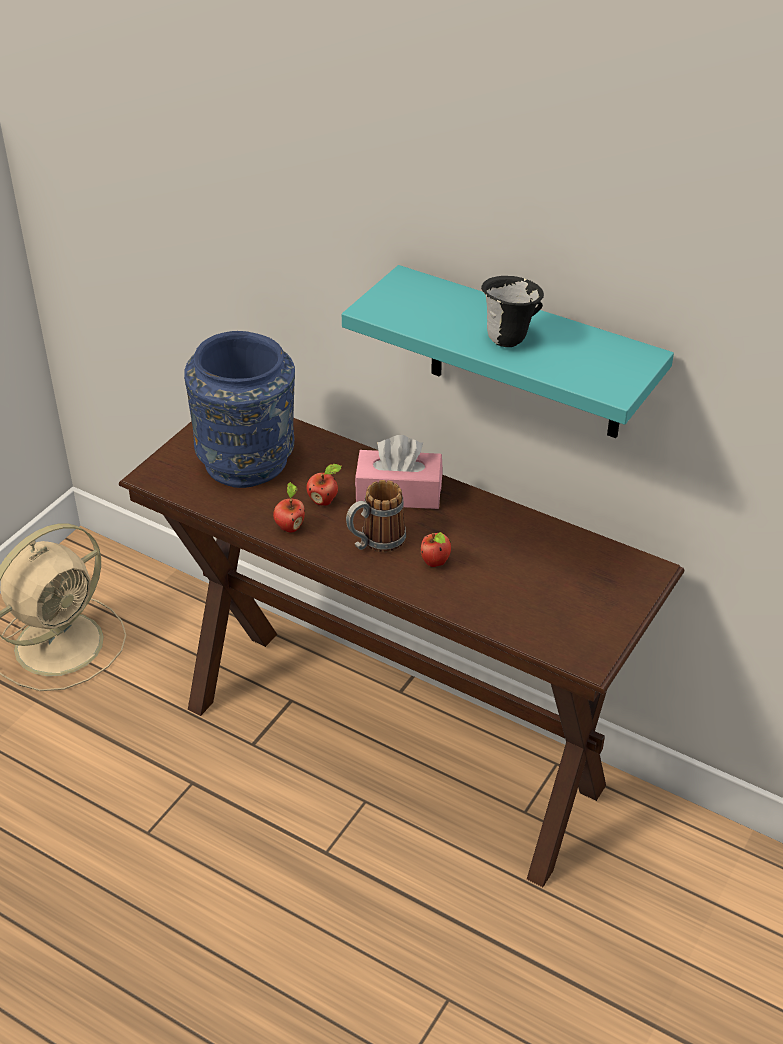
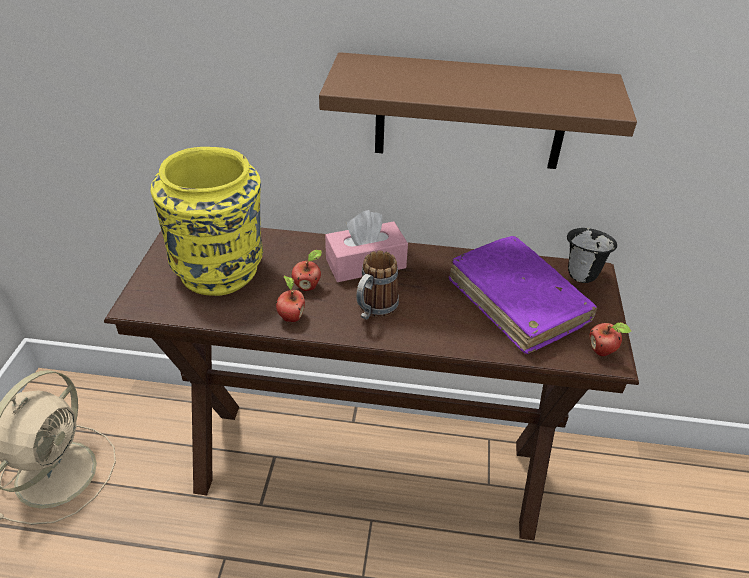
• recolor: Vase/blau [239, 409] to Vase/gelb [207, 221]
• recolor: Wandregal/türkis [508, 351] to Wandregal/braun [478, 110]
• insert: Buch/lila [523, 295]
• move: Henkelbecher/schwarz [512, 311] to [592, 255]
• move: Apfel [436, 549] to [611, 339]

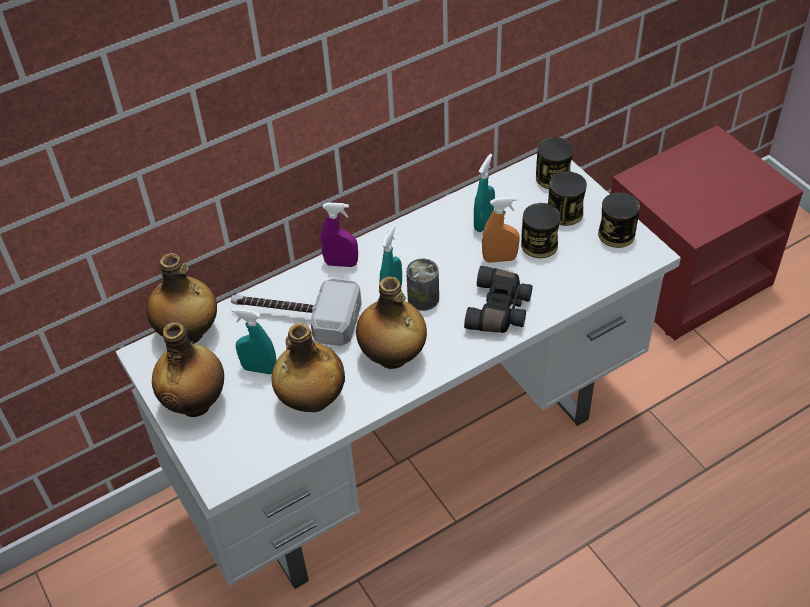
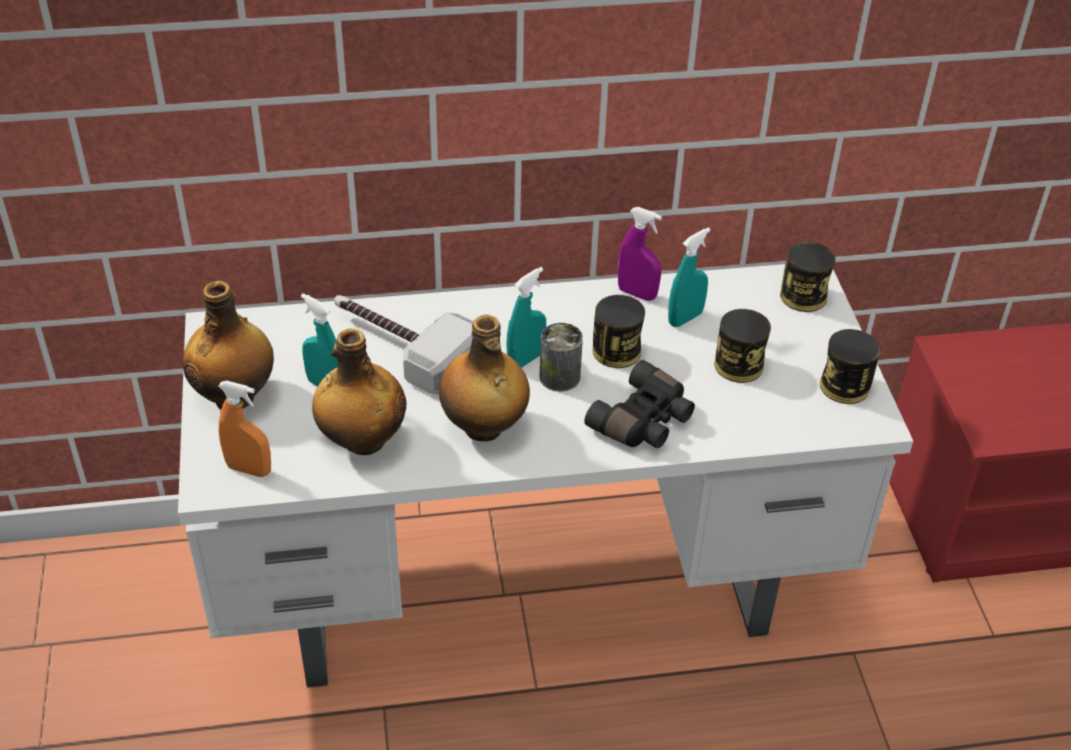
• move: Sprühflasche/orange [501, 230] to [244, 429]
• move: Dose [567, 198] to [619, 331]
• move: Sprühflasche/lila [339, 234] to [640, 254]
• delete: Flasche [181, 298]

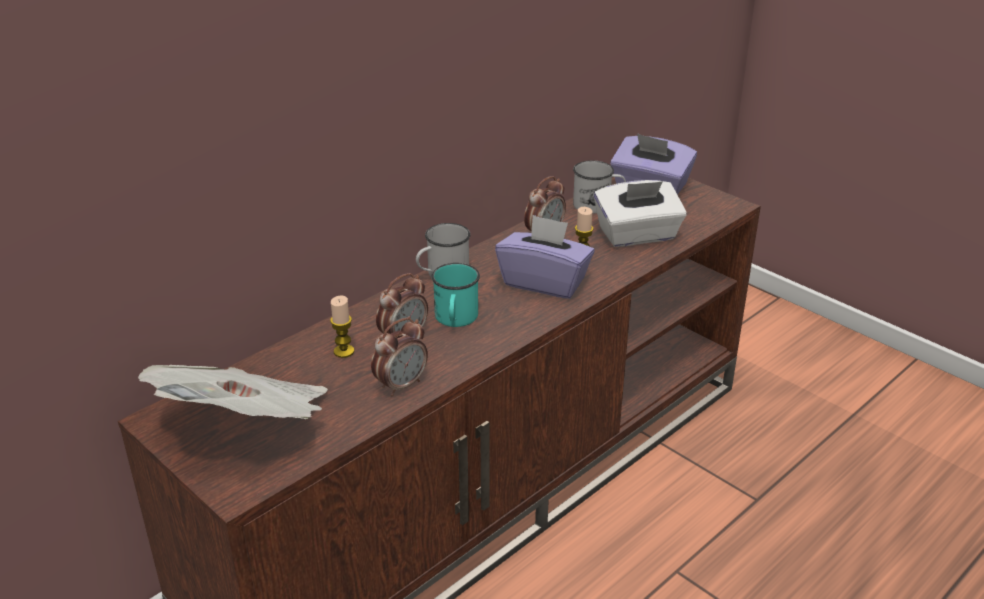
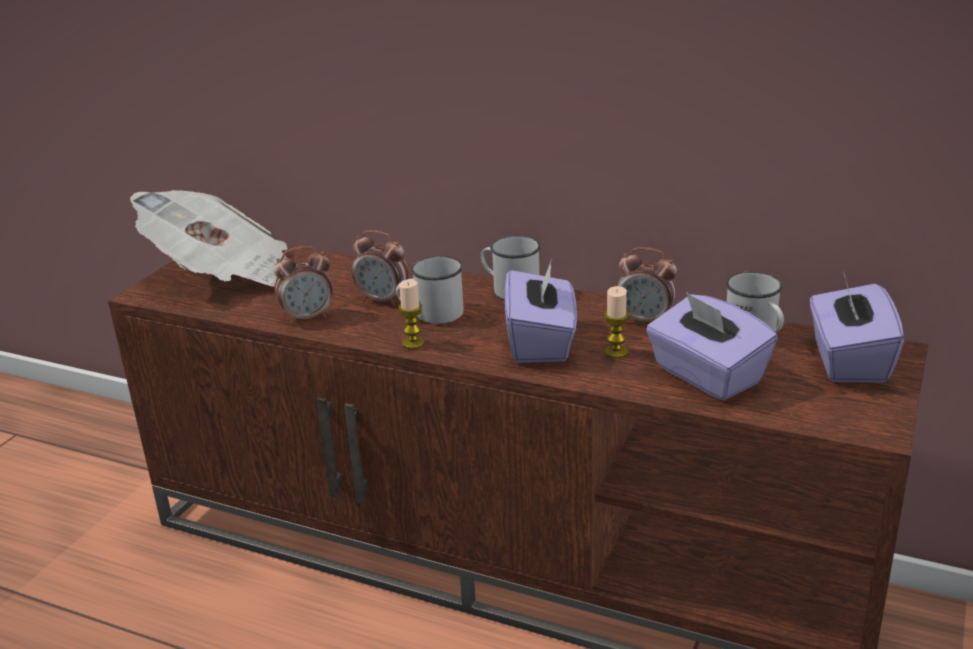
• rotate: Wecker [399, 357] = [303, 285] 45 degrees counterclockwise
• recolor: Henkelbecher/türkis [455, 295] to Henkelbecher/weiß [430, 290]
• move: Kerze [342, 326] to [412, 314]
• recolor: Taschentuchbox/weiß [640, 213] to Taschentuchbox/lila [712, 346]

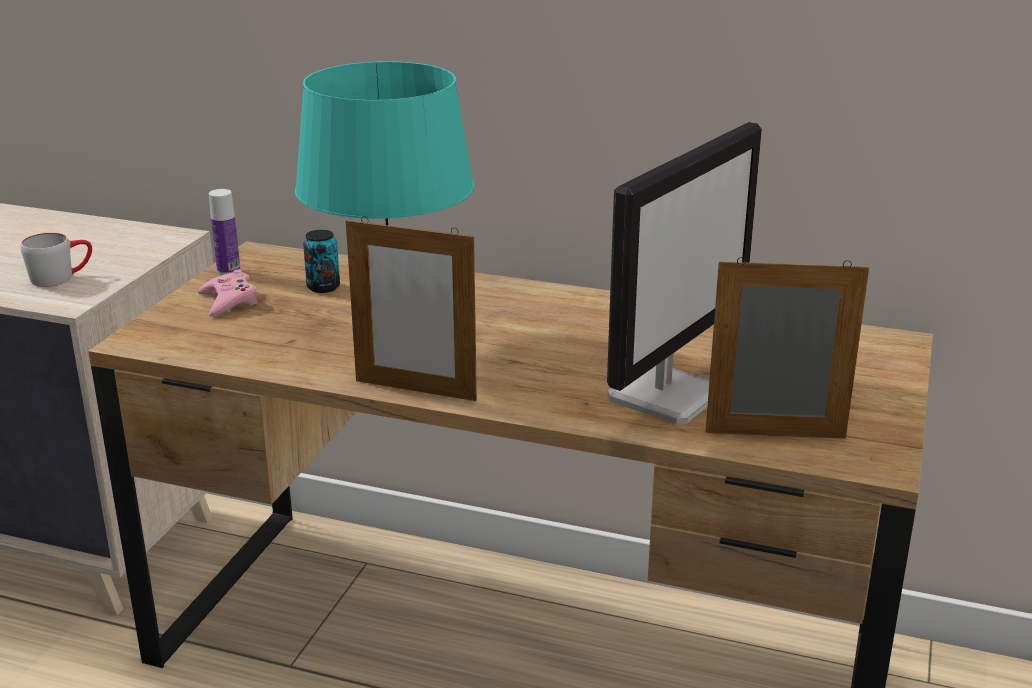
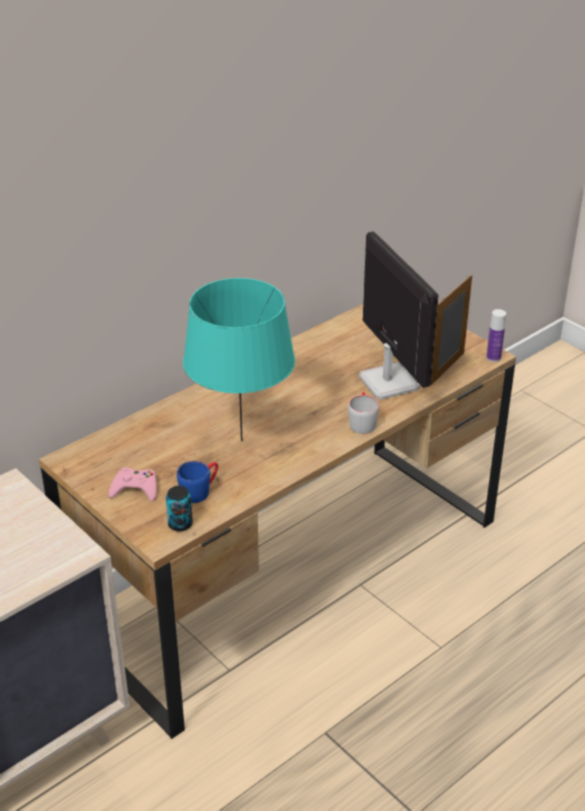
• move: Dose [321, 261] to [179, 509]
• insert: Henkelbecher/blau [197, 482]
• move: Henkelbecher/grau [56, 259] to [363, 413]
• move: Flasche [224, 232] to [496, 335]
• delete: Bilderrahmen [411, 308]

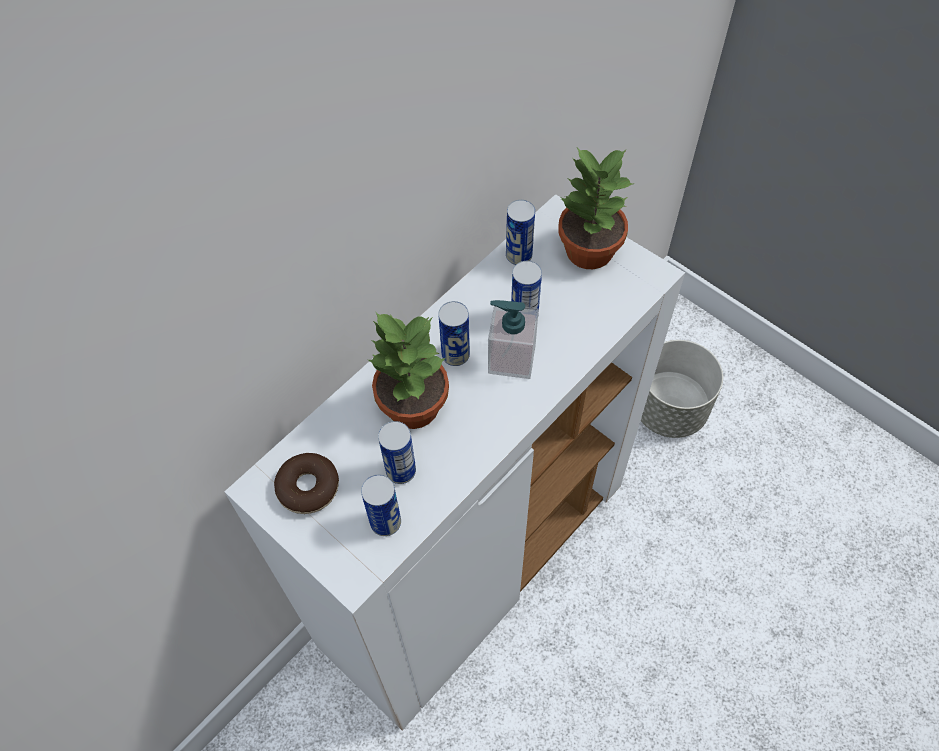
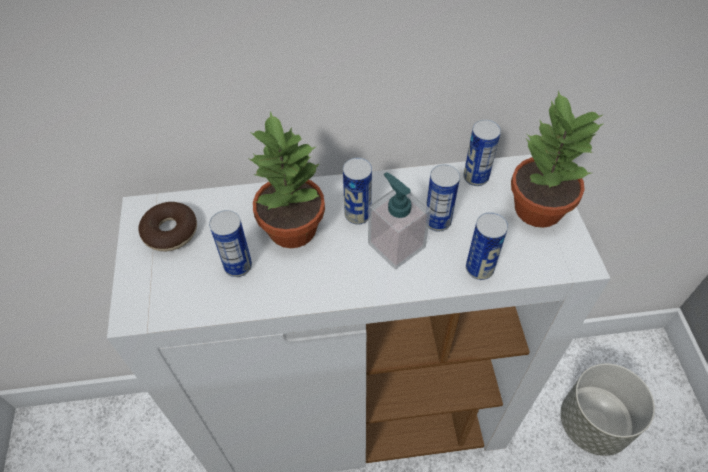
• move: Dose [381, 505] to [487, 246]

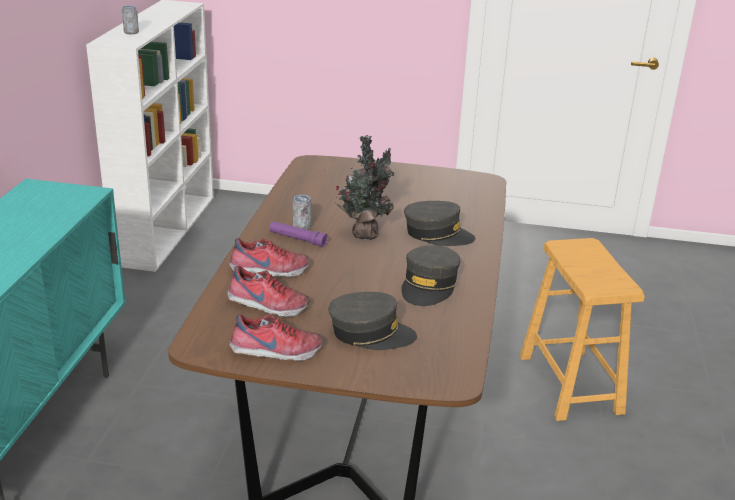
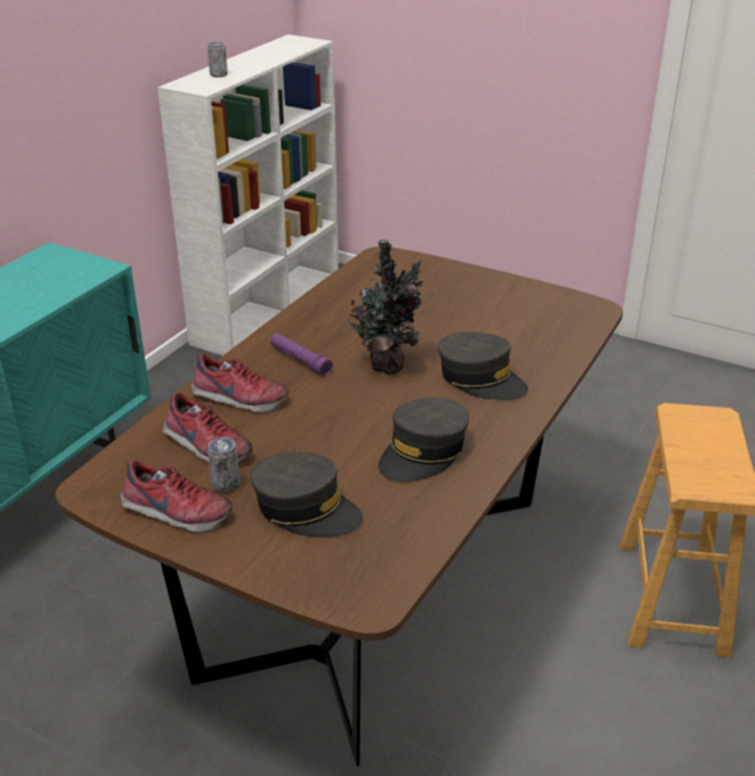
• move: Dose [302, 212] to [224, 465]

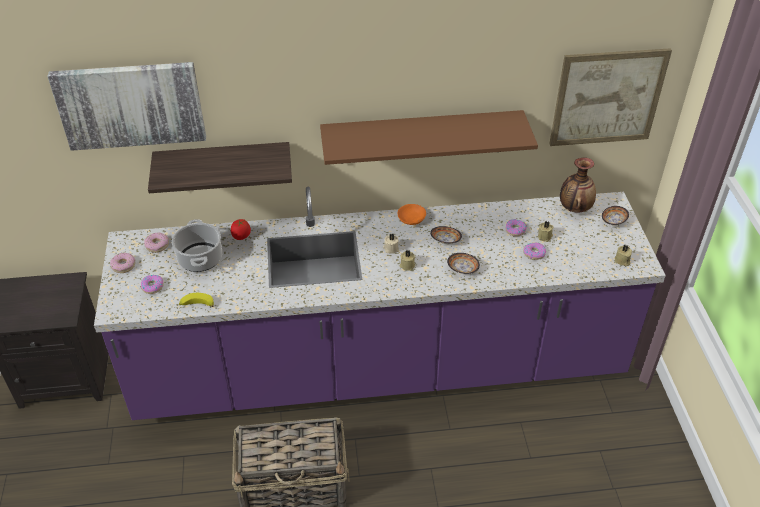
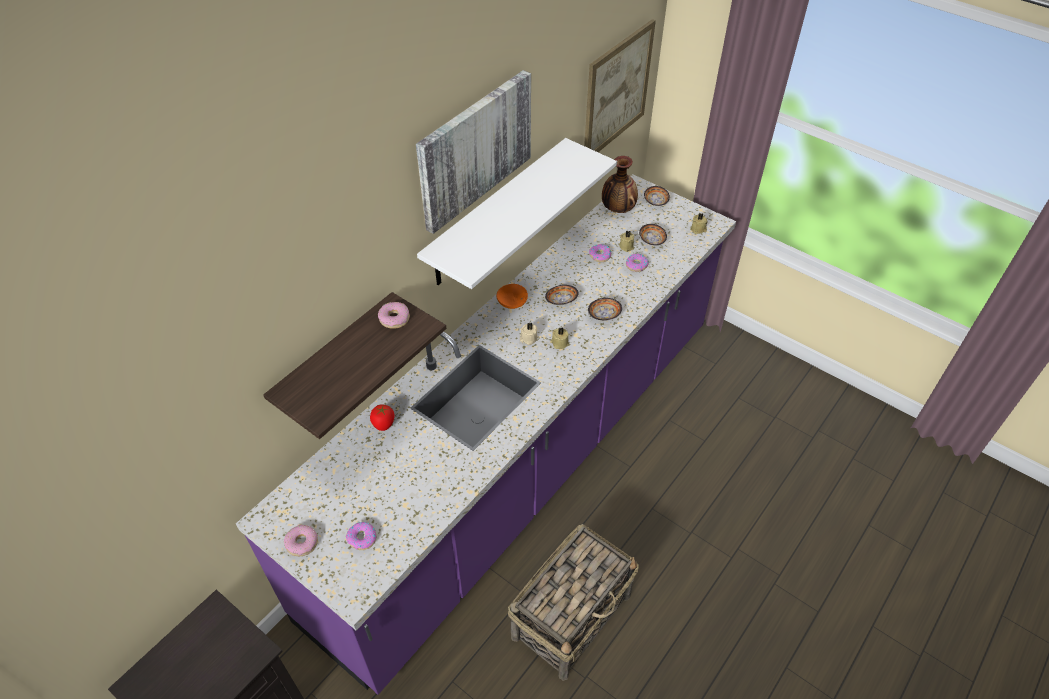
• move: Donut [156, 242] to [394, 315]
• move: Bild [126, 106] to [473, 152]
• recolor: Wandregal/braun [429, 137] to Wandregal/weiß [517, 213]
• insert: Schüssel [653, 234]
• delete: Kochtopf [197, 245]
• delete: Banane [196, 300]

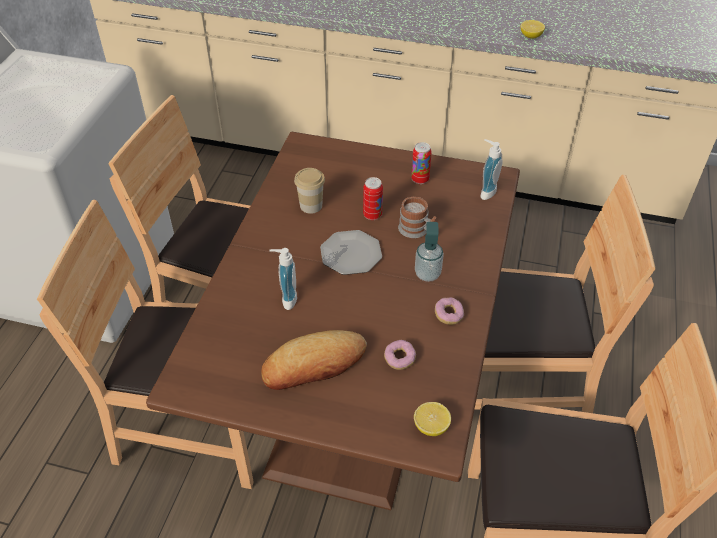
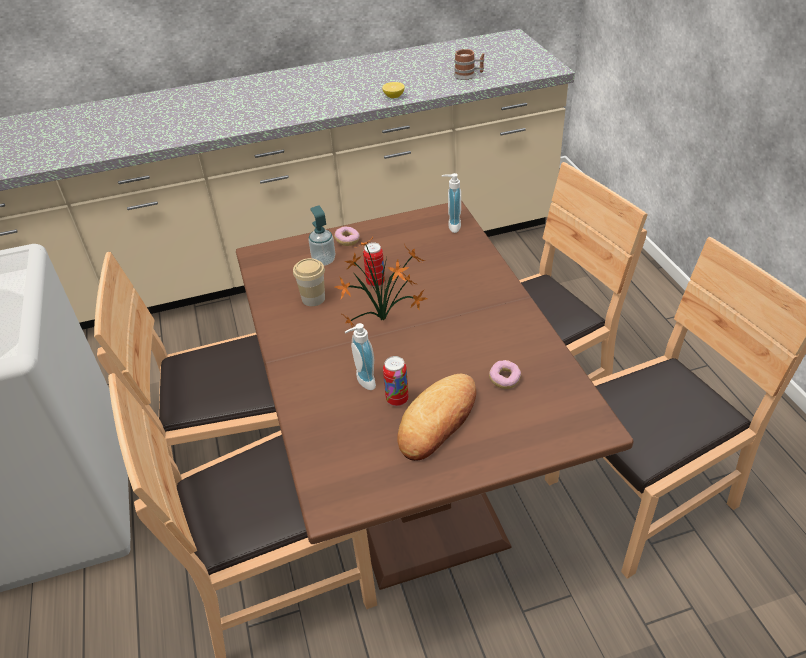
• move: Seifenspender [429, 252] to [321, 236]
• move: Donut [449, 311] to [347, 236]
• replace: Teller [351, 252] to Topfpflanze [381, 283]
• move: Dose [421, 163] to [395, 381]
• move: Henkelbecher [417, 217] to [469, 64]
• delete: Zitrone [432, 419]

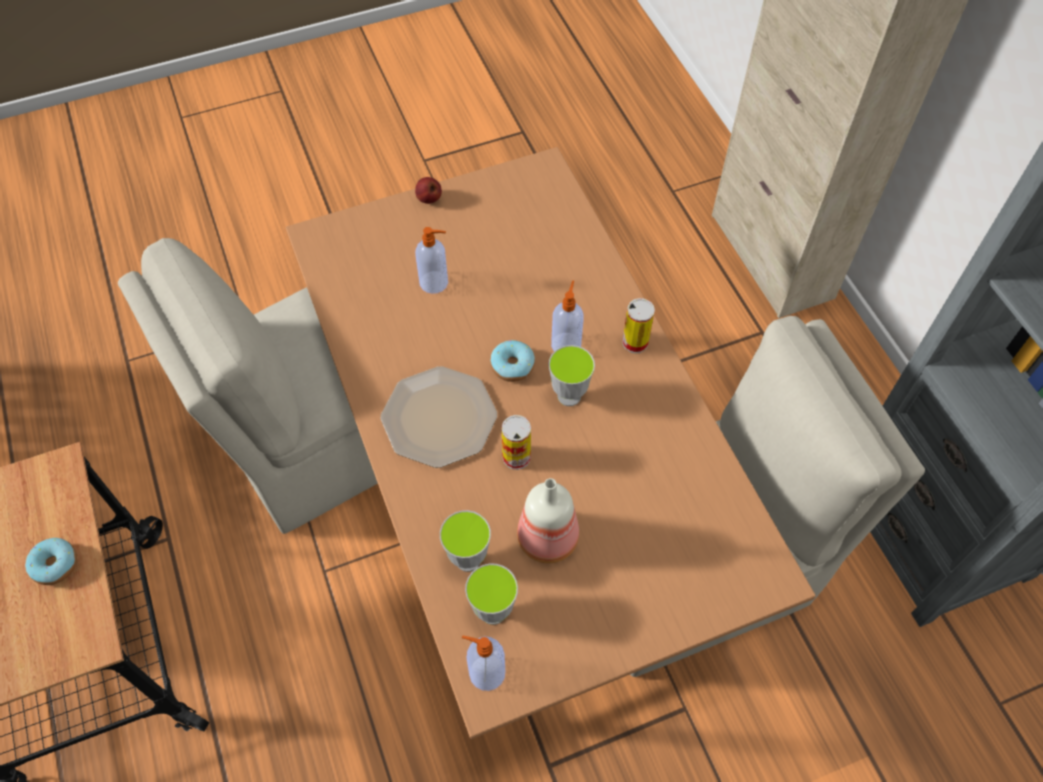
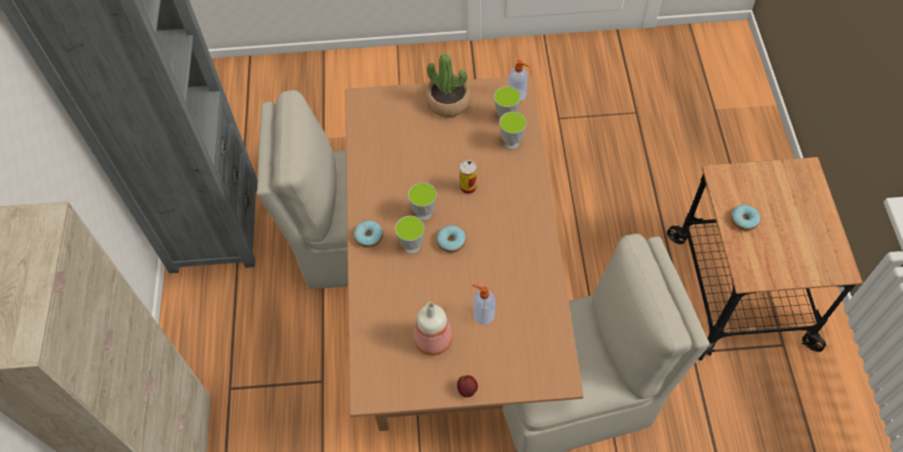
• replace: Dose [638, 326] to Donut [368, 234]
• replace: Seifenspender [567, 315] to Tasse [409, 235]
• move: Flasche [548, 520] to [433, 329]
• insert: Topfpflanze [448, 85]
• delete: Teller [439, 417]

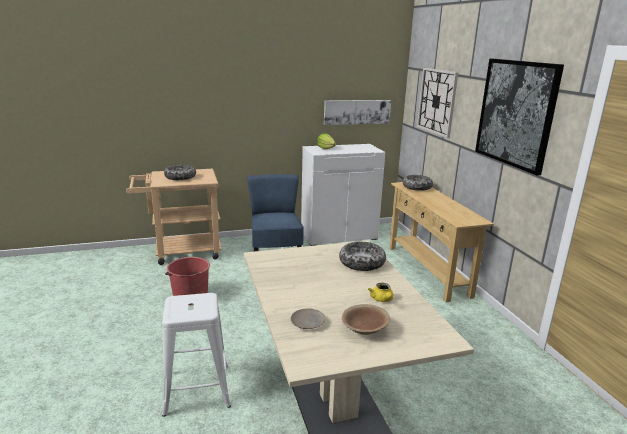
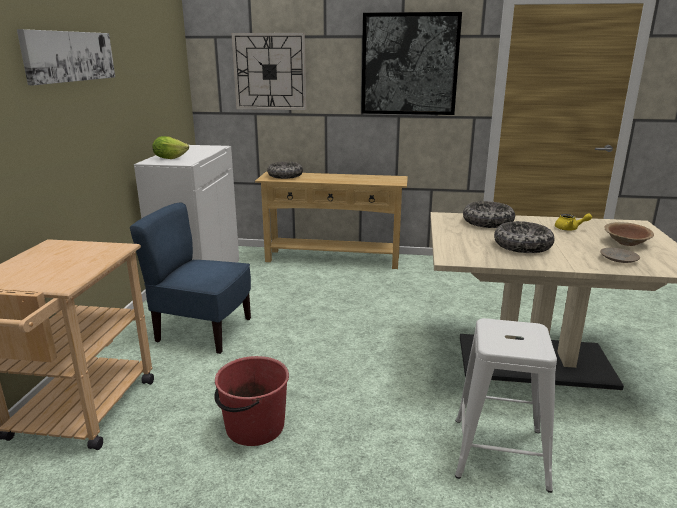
• move: Bild [357, 112] to [66, 57]
• move: Schüssel [180, 172] to [524, 237]

